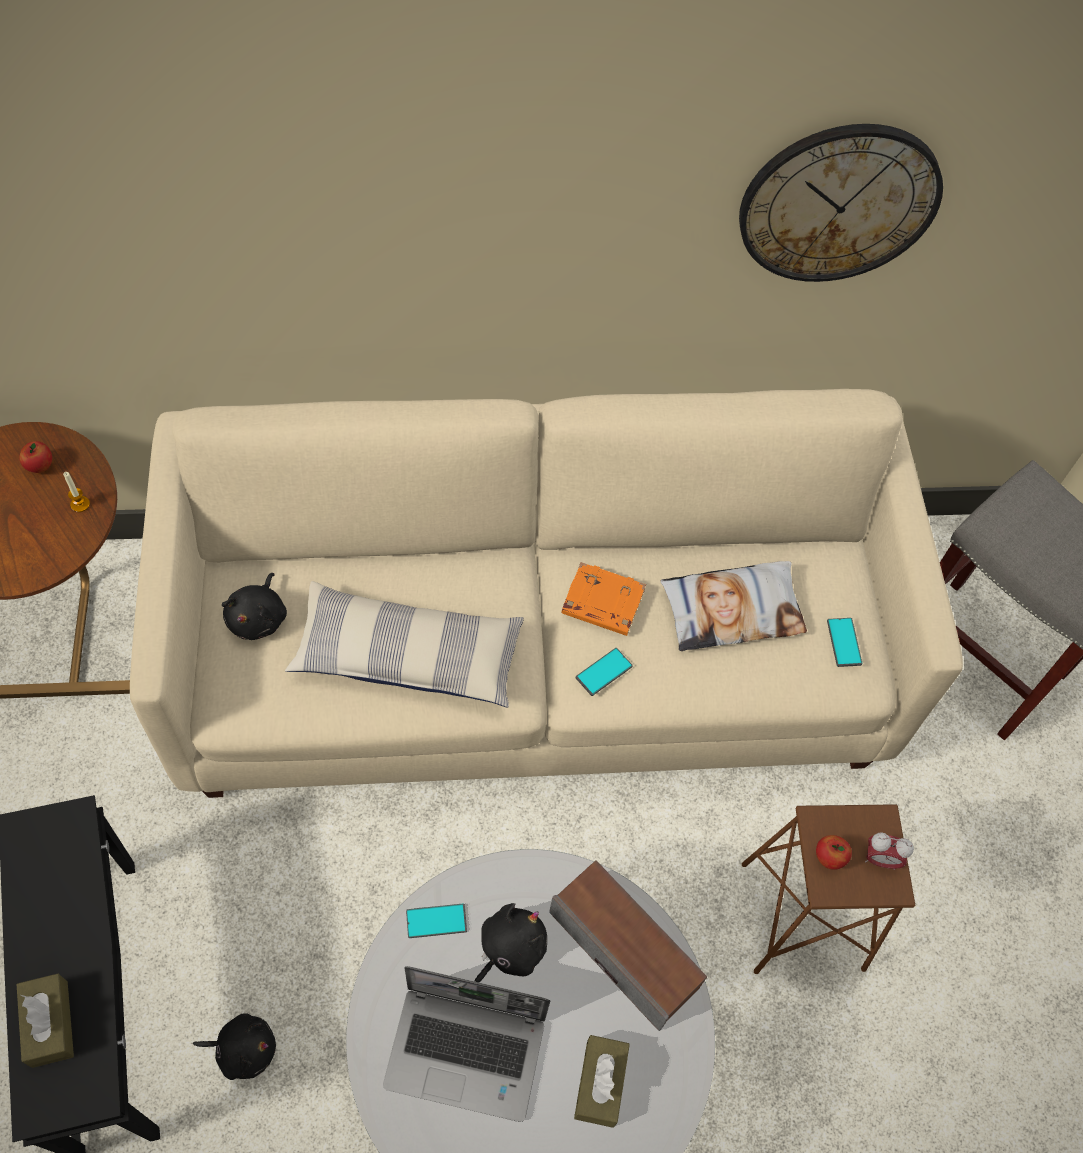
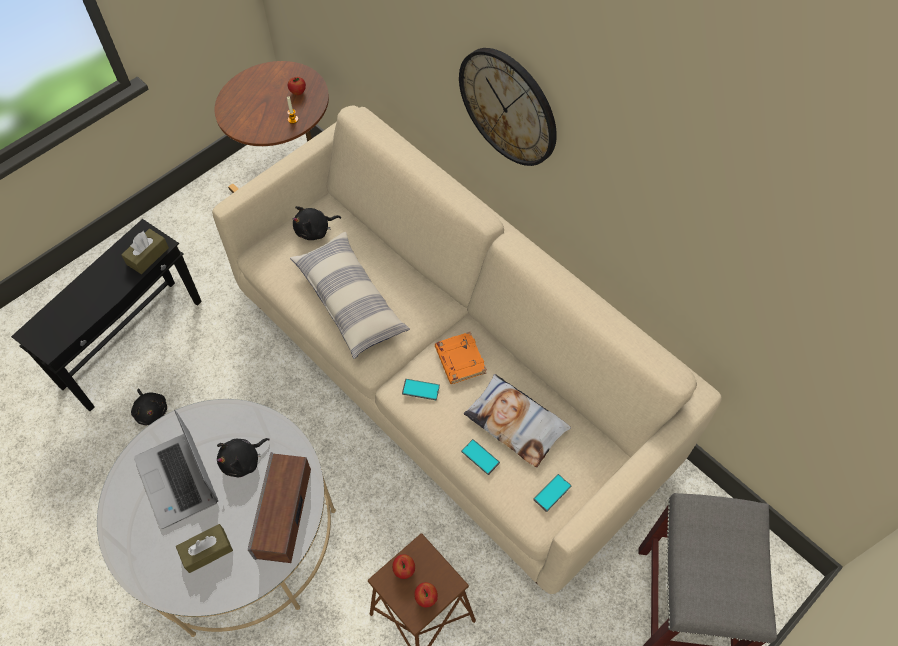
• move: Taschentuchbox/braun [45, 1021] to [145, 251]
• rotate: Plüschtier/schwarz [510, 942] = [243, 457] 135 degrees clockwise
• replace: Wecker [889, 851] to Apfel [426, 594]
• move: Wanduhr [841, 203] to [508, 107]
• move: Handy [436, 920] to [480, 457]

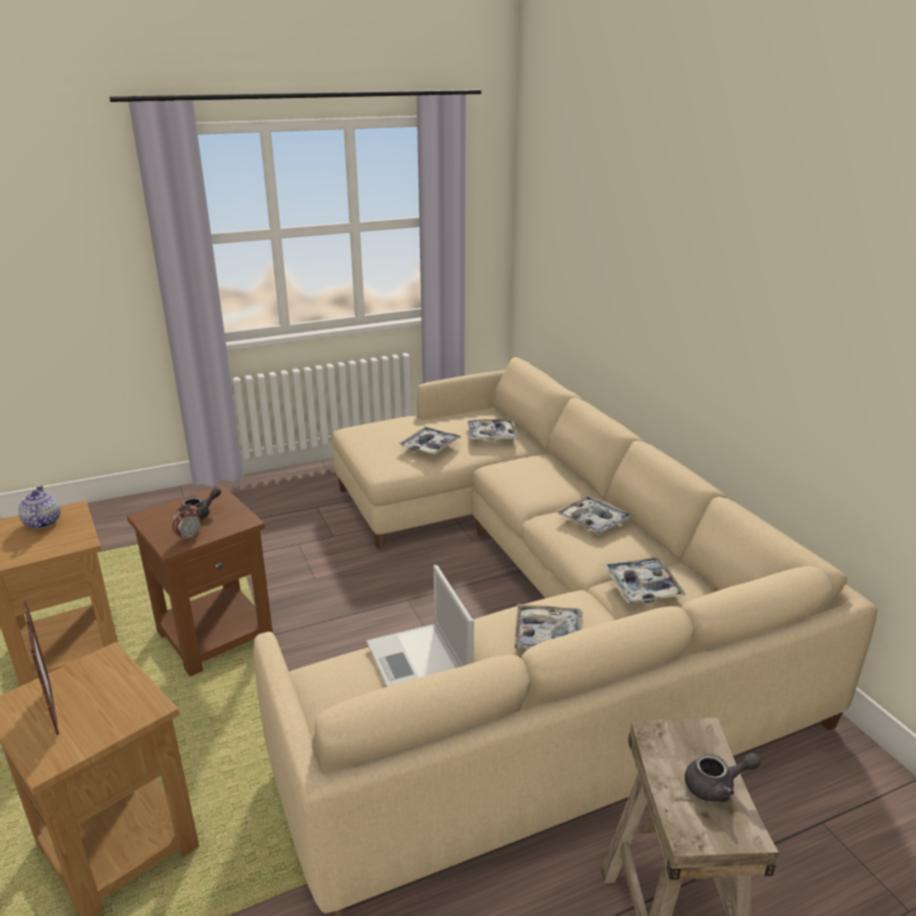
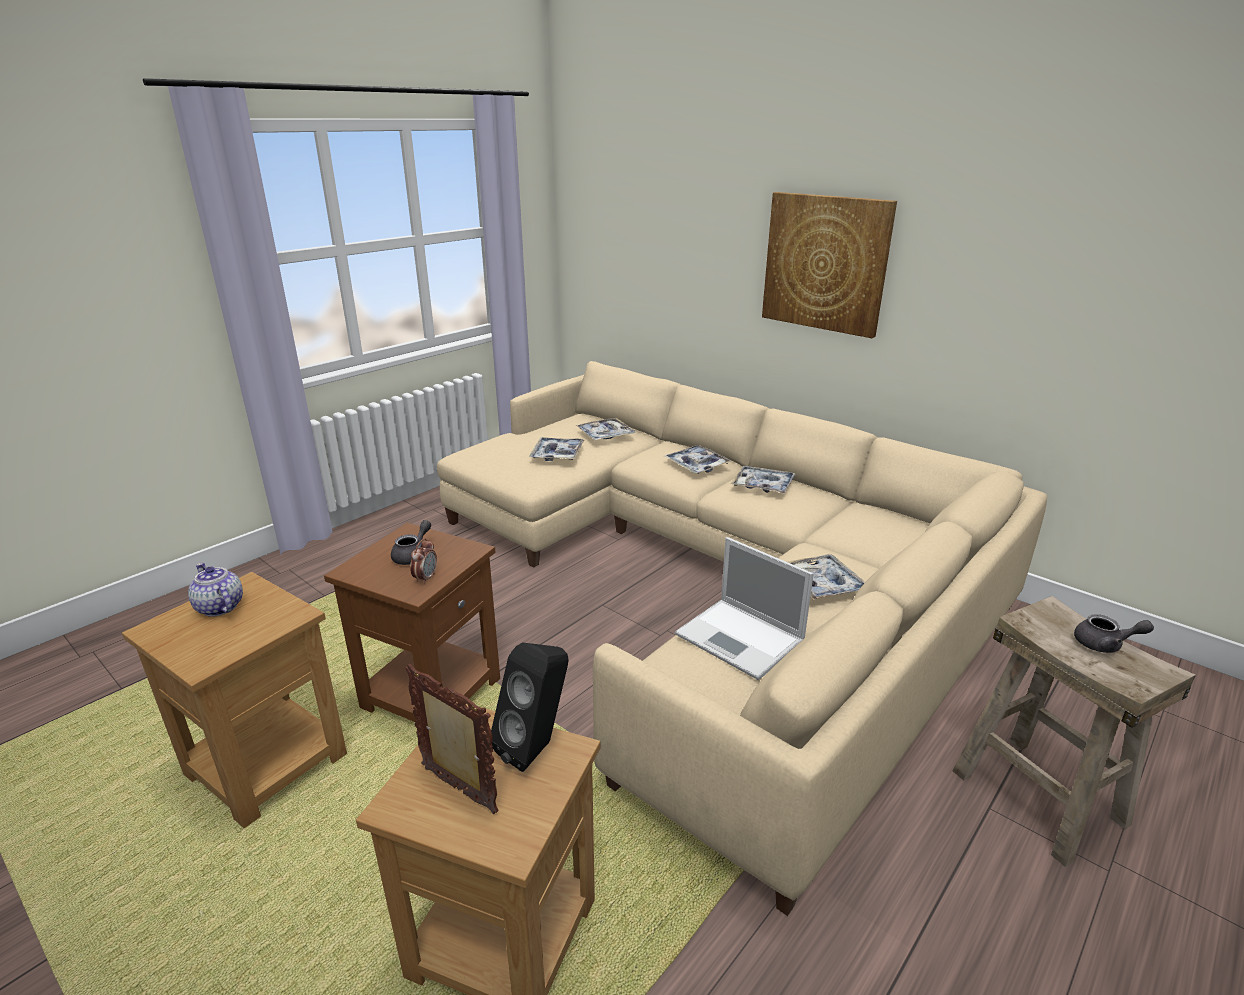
• insert: Lautsprecher/schwarz [530, 707]
• move: Tablett [644, 580] to [698, 459]
• insert: Bild [829, 265]
• rotate: Teekanne/grau [723, 777] = [1114, 633] 45 degrees clockwise

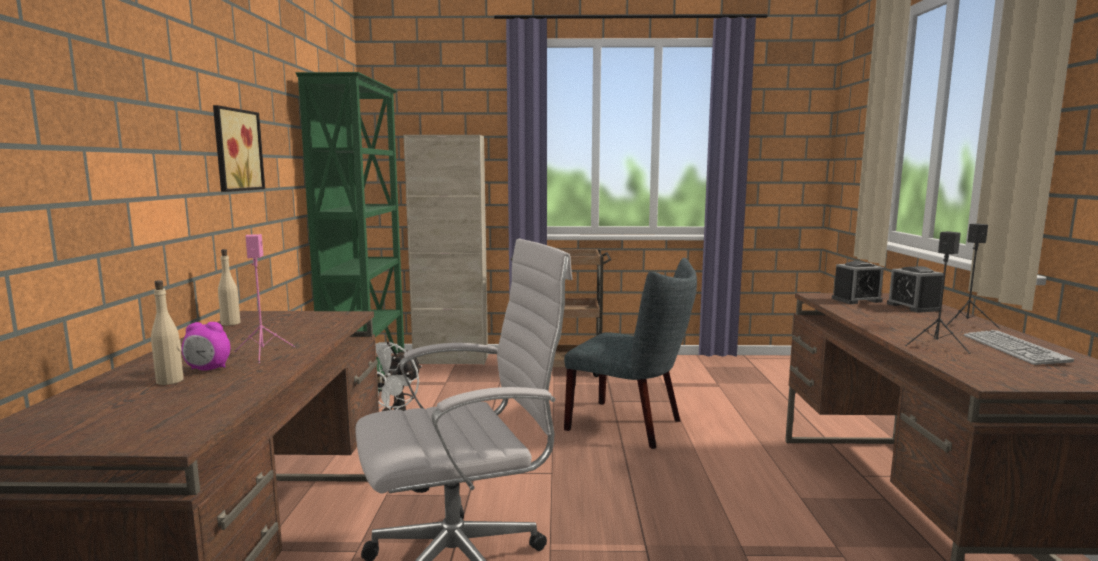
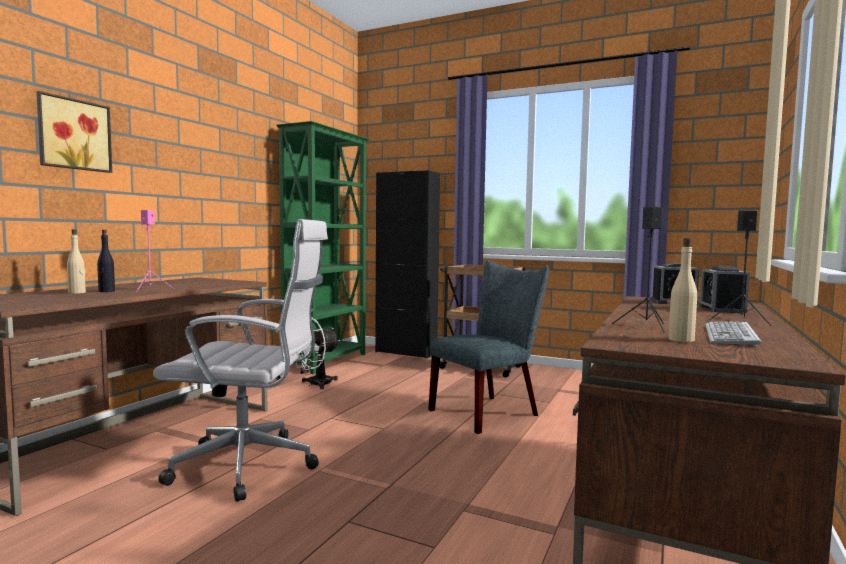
• move: Bild [239, 148] to [74, 132]
• replace: Wecker [206, 346] to Flasche/schwarz [106, 261]
• recolor: Schrank/beige [446, 250] to Schrank/schwarz [407, 264]
• rotate: Stuhl/grau [630, 353] = [488, 347] 90 degrees counterclockwise
• move: Flasche/beige [229, 287] to [682, 290]

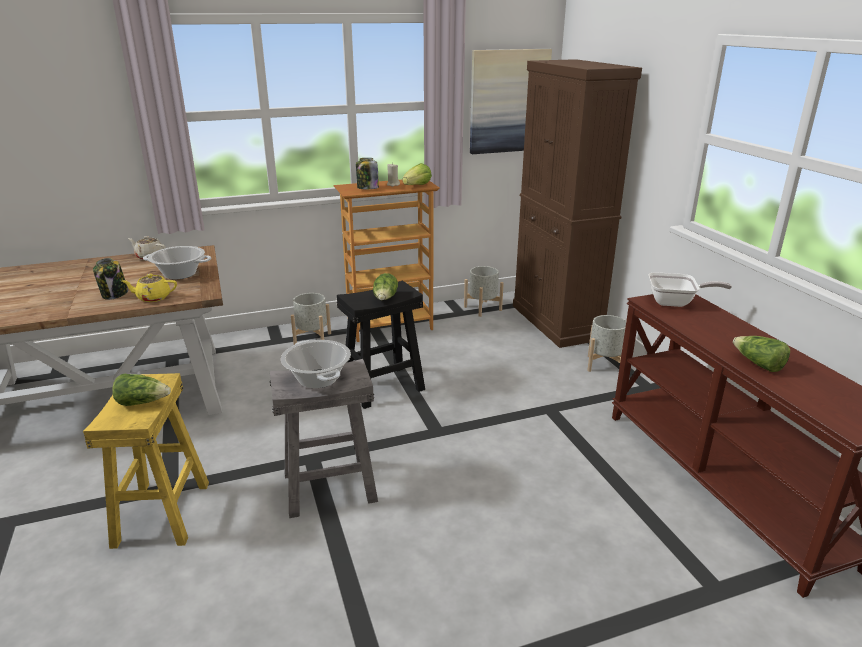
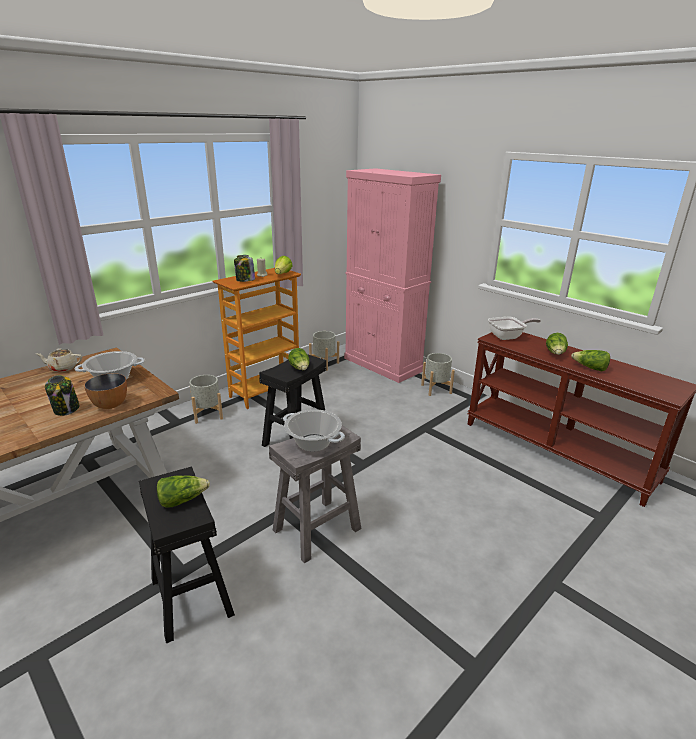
• replace: Teekanne/gelb [149, 288] to Schüssel [105, 391]
• recolor: Hocker/gelb [146, 461] to Hocker/schwarz [187, 555]
• recolor: Schrank/braun [577, 203] to Schrank/rosa [392, 275]
• insert: Salatkopf [557, 344]
• delete: Bild [511, 101]

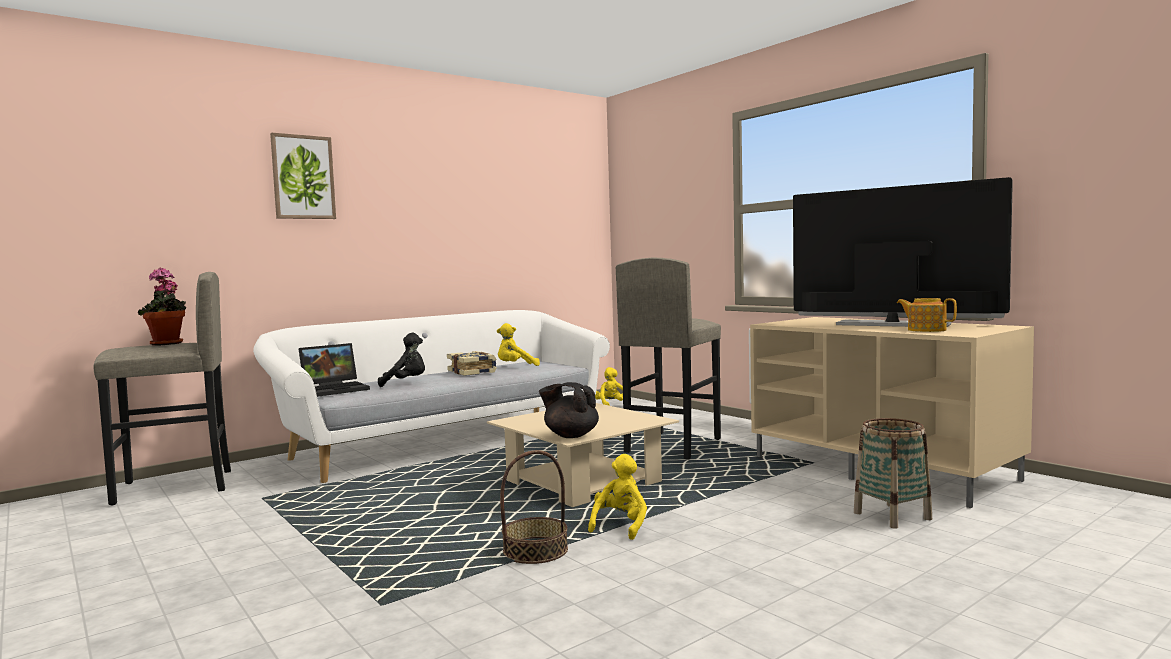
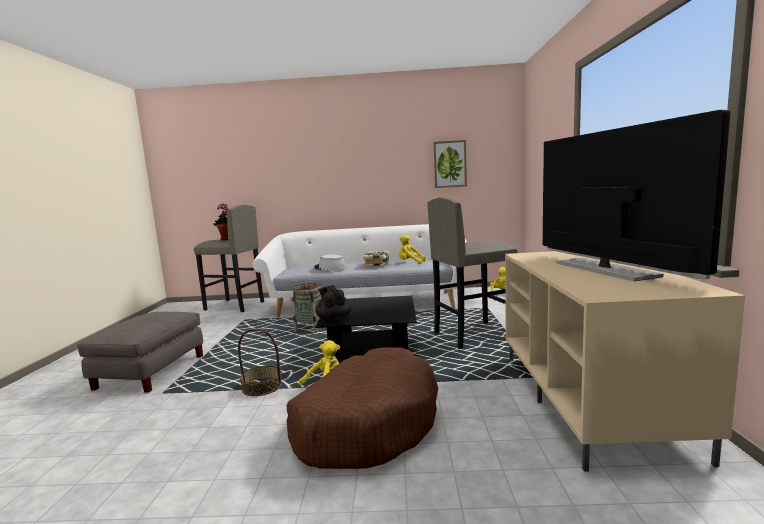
• insert: Polsterhocker/grau [140, 352]
• insert: Hundebett/braun [362, 408]
• move: Korb [893, 473] to [307, 308]
• replace: Plüschtier/schwarz [401, 360] to Hut/grau [330, 262]
• recolor: Couchtisch/beige [583, 455] to Couchtisch/schwarz [366, 329]
• move: Bild [303, 176] to [450, 164]
• delete: Laptop [334, 370]
• delete: Teekanne [927, 315]

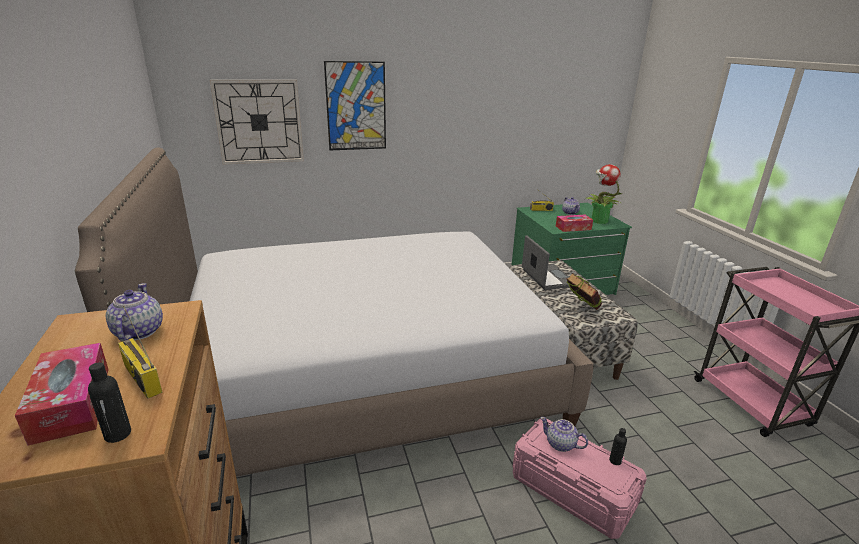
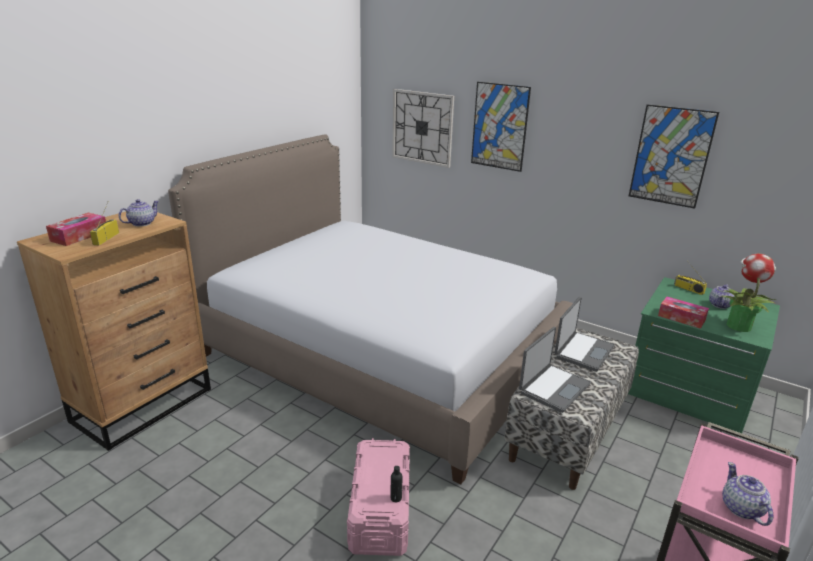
• replace: Buch [584, 291] to Laptop [555, 370]
• insert: Bild [674, 156]
• move: Teekanne [564, 434] to [747, 494]
• delete: Flasche/schwarz [109, 402]

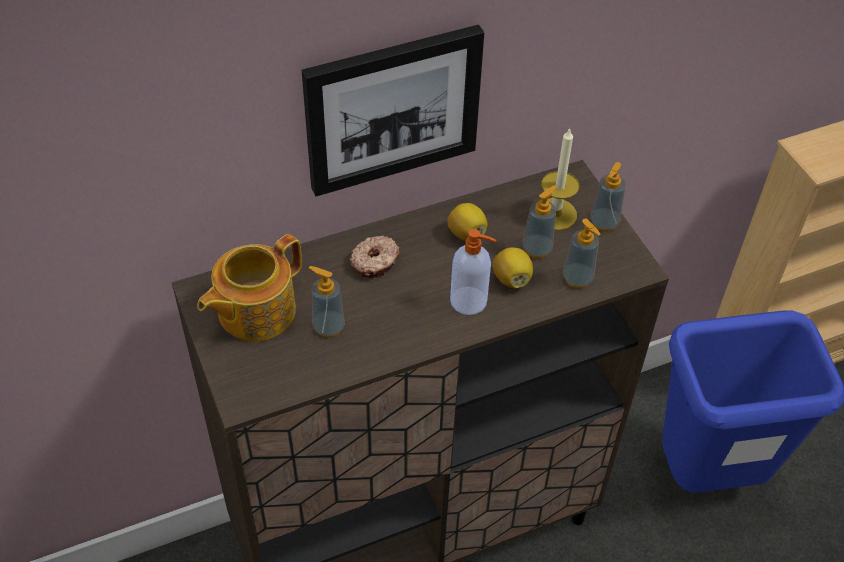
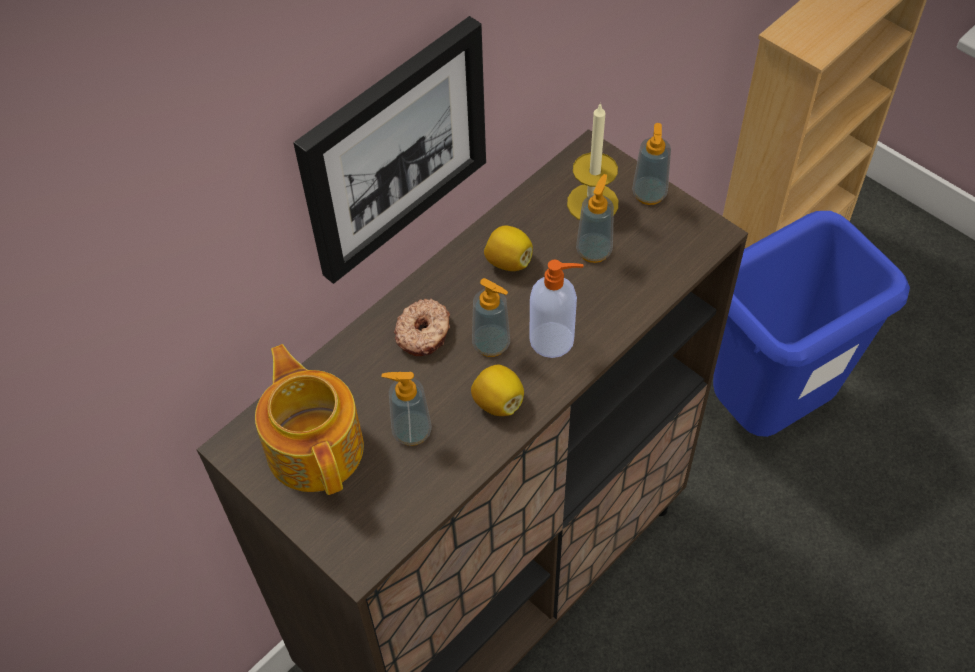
• rotate: Teekanne [249, 287] = [309, 419] 135 degrees clockwise
• move: Zitrone [513, 267] to [497, 390]
• move: Seifenspender [581, 253] to [491, 317]

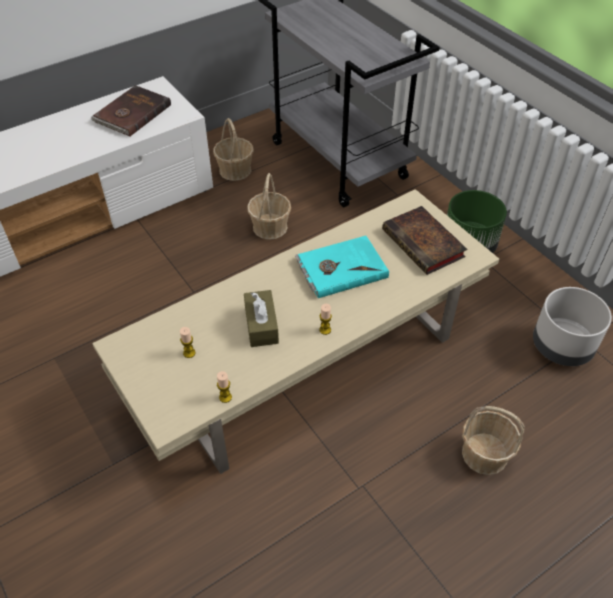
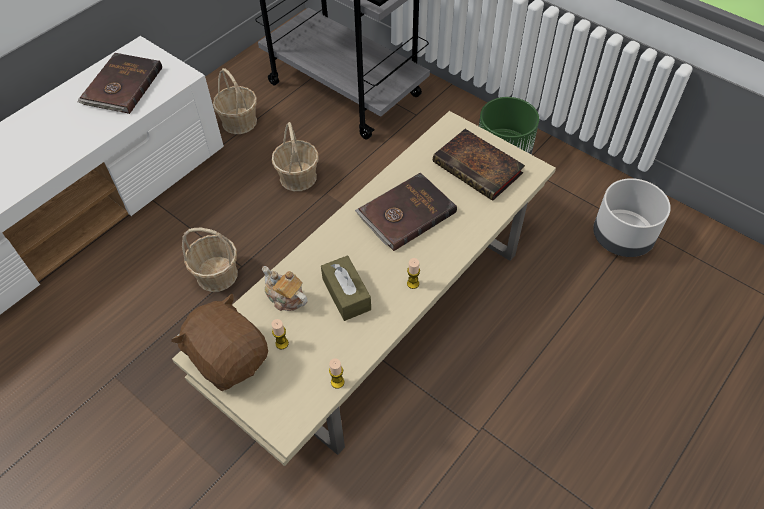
• insert: Plüschtier/braun [219, 342]
• move: Korb [493, 440] to [210, 260]
• insert: Teekanne [285, 288]
• recolor: Buch/türkis [342, 267] to Buch/braun [406, 211]

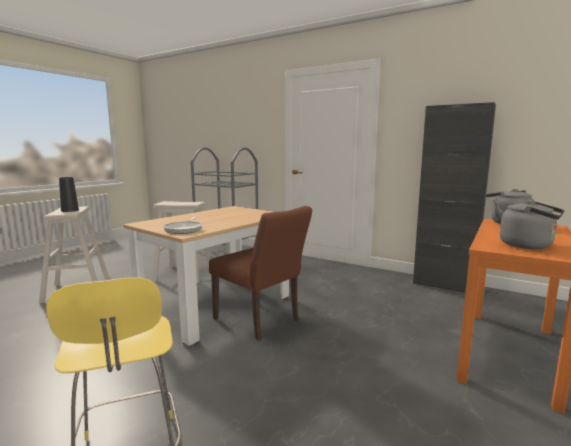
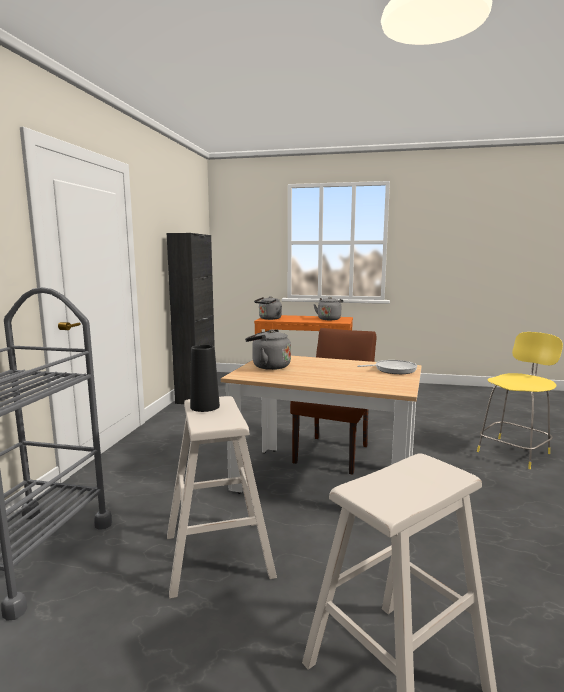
• move: Vase/schwarz [69, 194] to [205, 378]
• insert: Wasserkessel/grau [268, 349]

